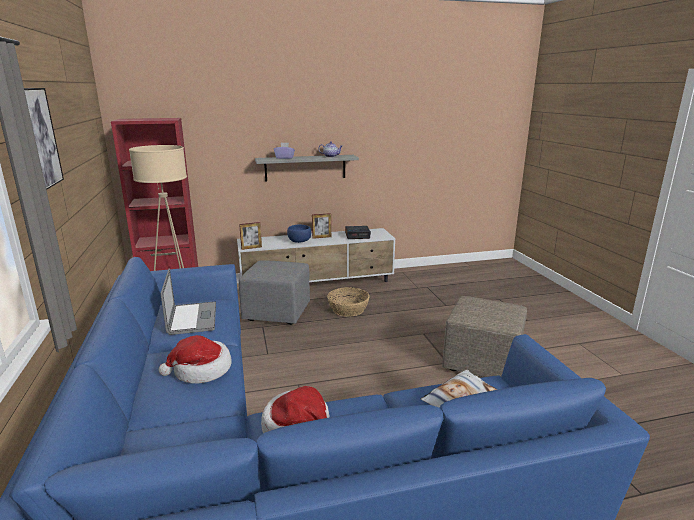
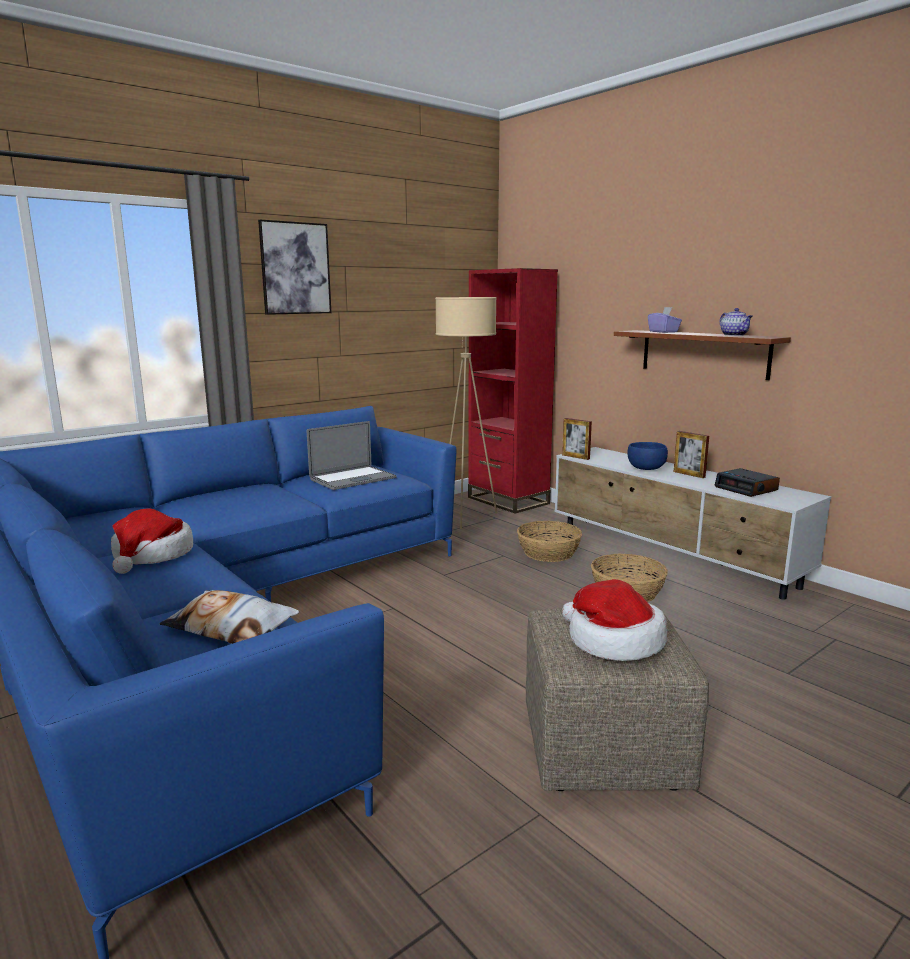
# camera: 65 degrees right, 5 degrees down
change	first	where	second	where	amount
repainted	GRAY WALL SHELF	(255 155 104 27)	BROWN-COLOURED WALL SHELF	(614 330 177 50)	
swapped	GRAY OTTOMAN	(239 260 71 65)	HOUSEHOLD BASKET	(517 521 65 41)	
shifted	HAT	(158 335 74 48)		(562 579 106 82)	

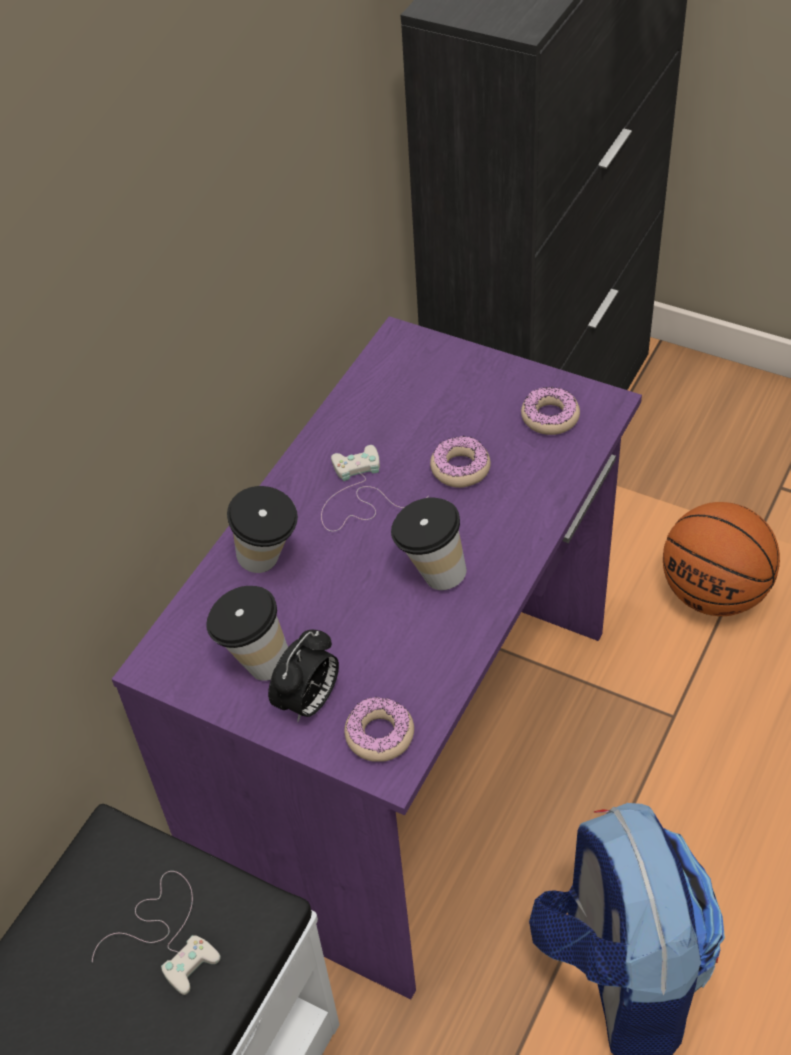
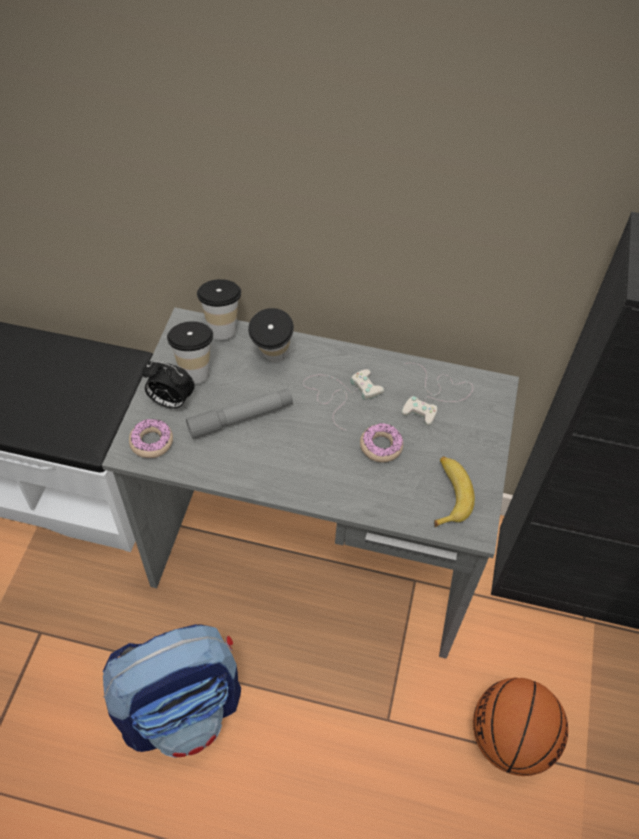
# camera: 70 degrees right, 5 degrees up
change	first	where	second	where	amount
repainted	PURPLE DESK UNIT	(112 316 530 684)	GRAY DESK UNIT	(102 307 417 352)	
swapped	DONUT	(521 387 59 48)	BANANA	(434 456 41 71)	
shifted	CUP	(391 498 76 92)		(197 279 44 61)	
shifted	WHITE-COLOURED GAMEPAD	(92 871 129 124)		(402 363 71 63)	
new			GRAY HAND TORCH	(186 389 107 50)	

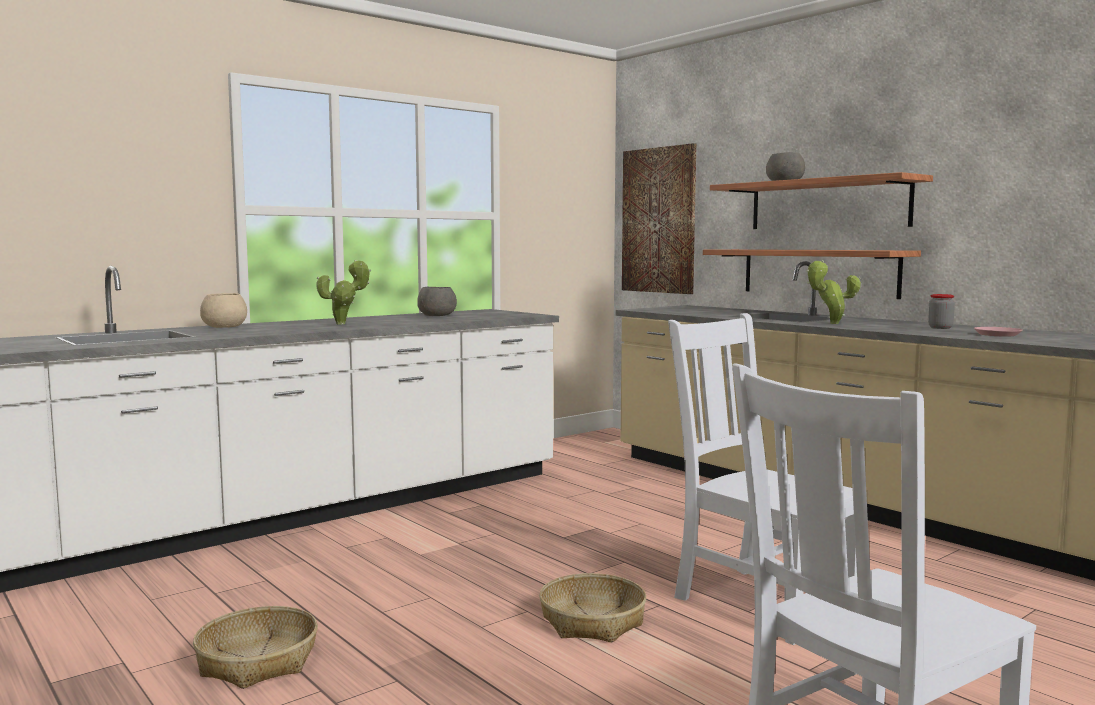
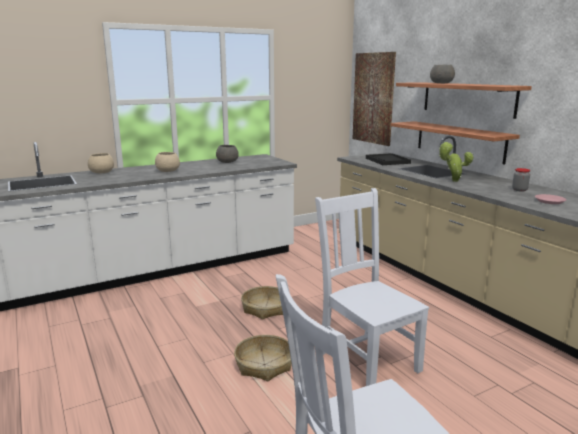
# camera: 10 degrees right, 10 degrees up
change	first	where	second	where	amount
swapped	HOUSEPLANT	(316 260 55 64)	BEIGE DEEP DISH	(155 152 25 20)	
shifted	HOUSEHOLD BASKET	(193 606 125 83)		(241 286 42 33)	
new			BLACK SERVING TRAY	(366 153 45 12)	

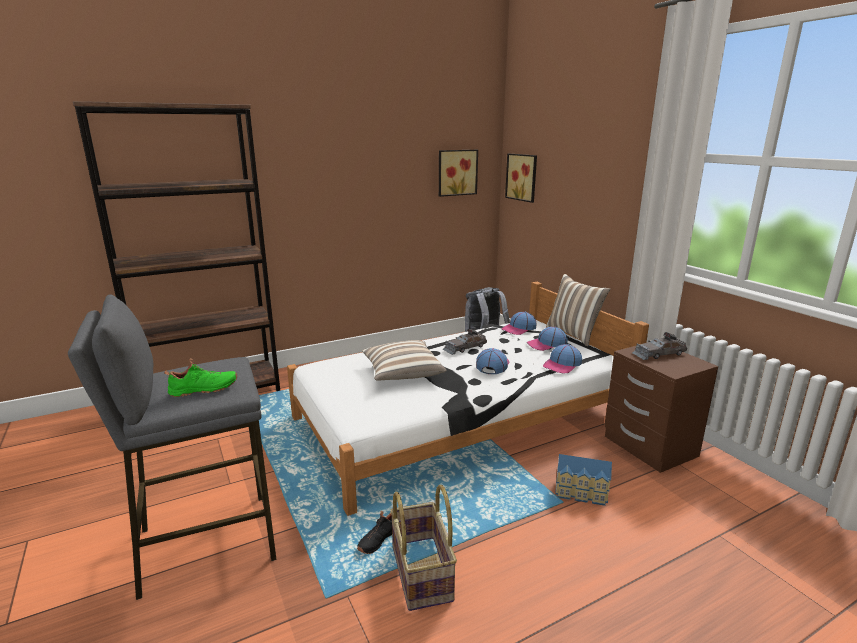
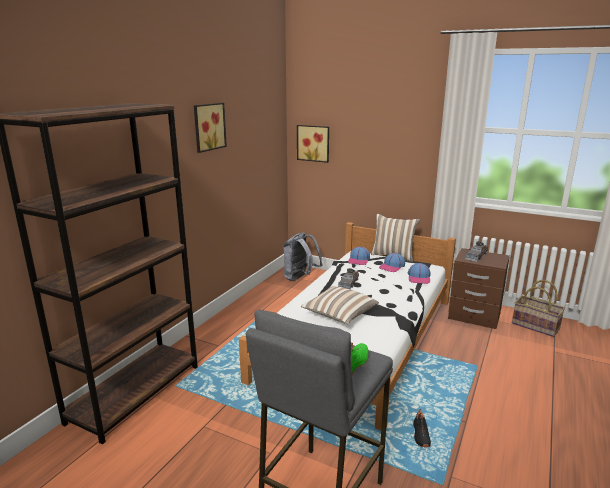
# camera: 35 degrees left, 0 degrees up
change	first	where	second	where	amount
shifted	PICTURE	(439 150 39 47)		(194 103 33 50)	
gone	BASEBALL CAP	(476 348 34 26)			
gone	MODEL HOUSE	(555 454 57 52)			
shifted	HOUSEHOLD BASKET	(390 485 67 126)		(512 280 53 57)	

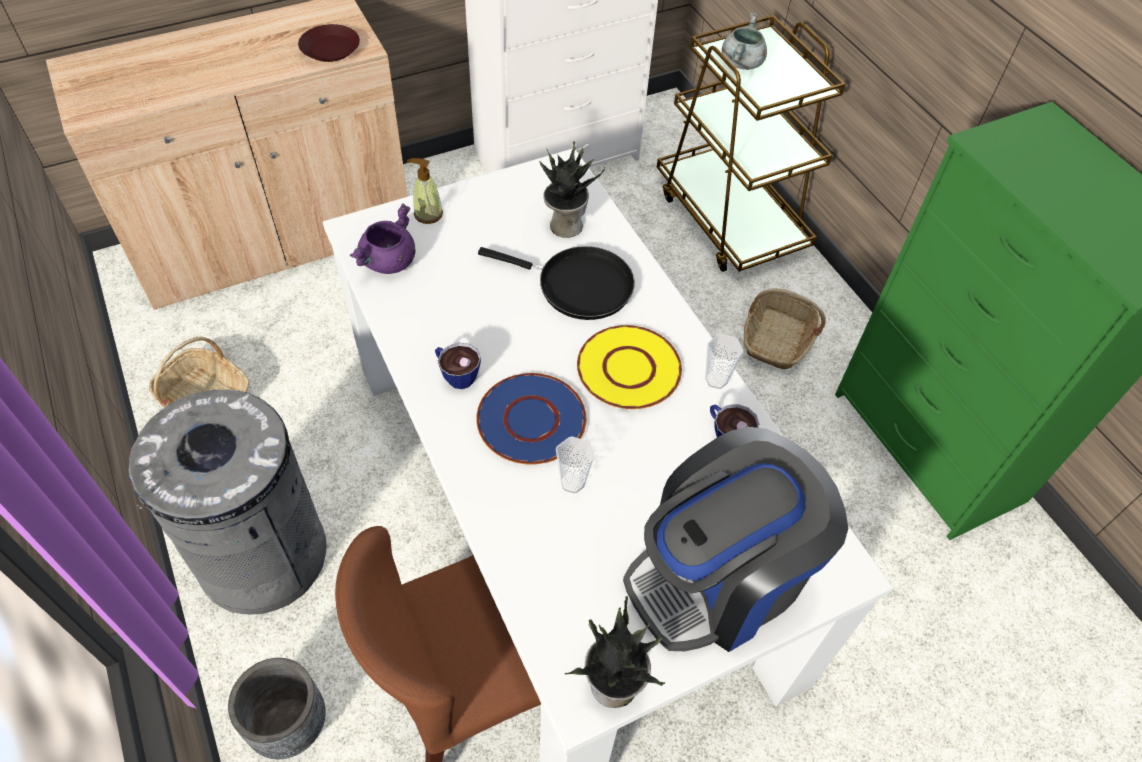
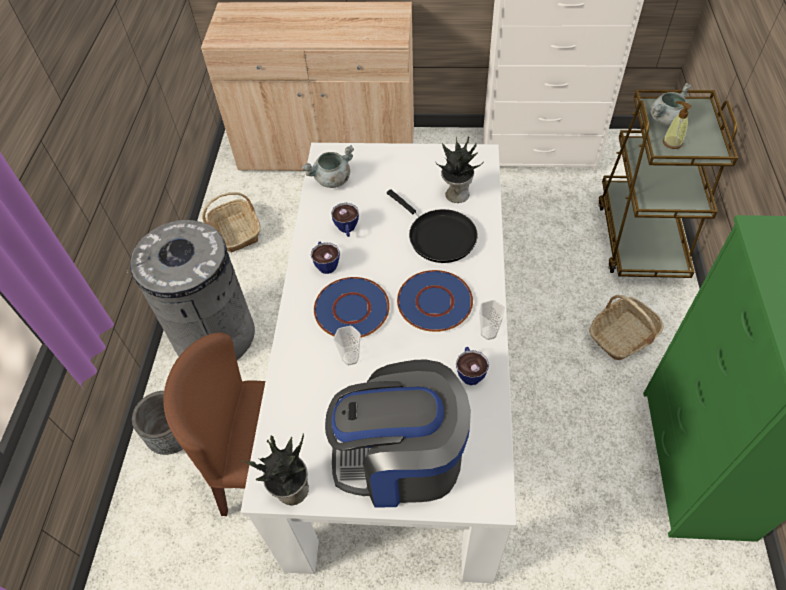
# camera: 35 degrees right, 0 degrees up
change	first	where	second	where	amount
gone	BROWN-COLOURED PLATE	(298 24 62 38)			
shifted	LIQUID SOAP BOTTLE	(406 158 37 66)		(663 101 29 48)	
repainted	PURPLE SAUCEPOT	(350 203 65 71)	GRAY SAUCEPOT	(301 145 53 43)	
repainted	YELLOW-COLOURED PLATE	(577 325 105 84)	BLUE PLATE	(397 270 76 62)	
new			CUP	(331 203 28 34)	

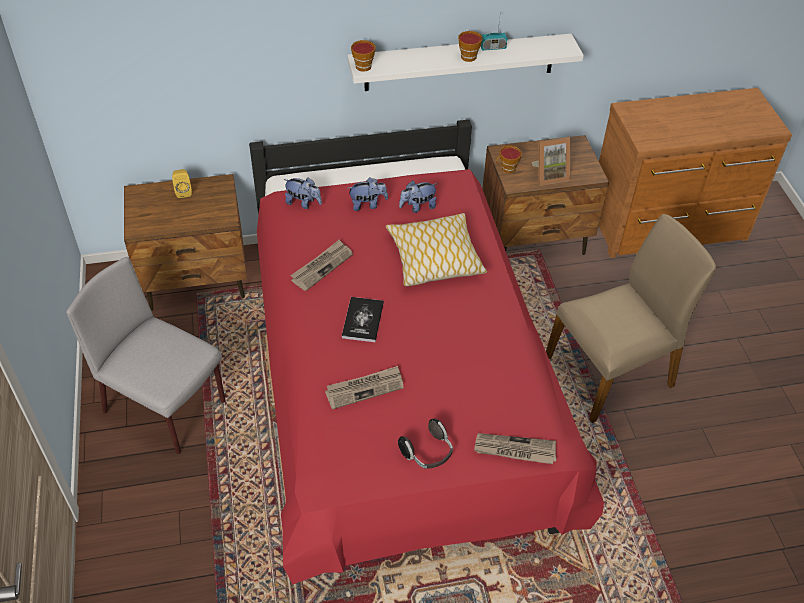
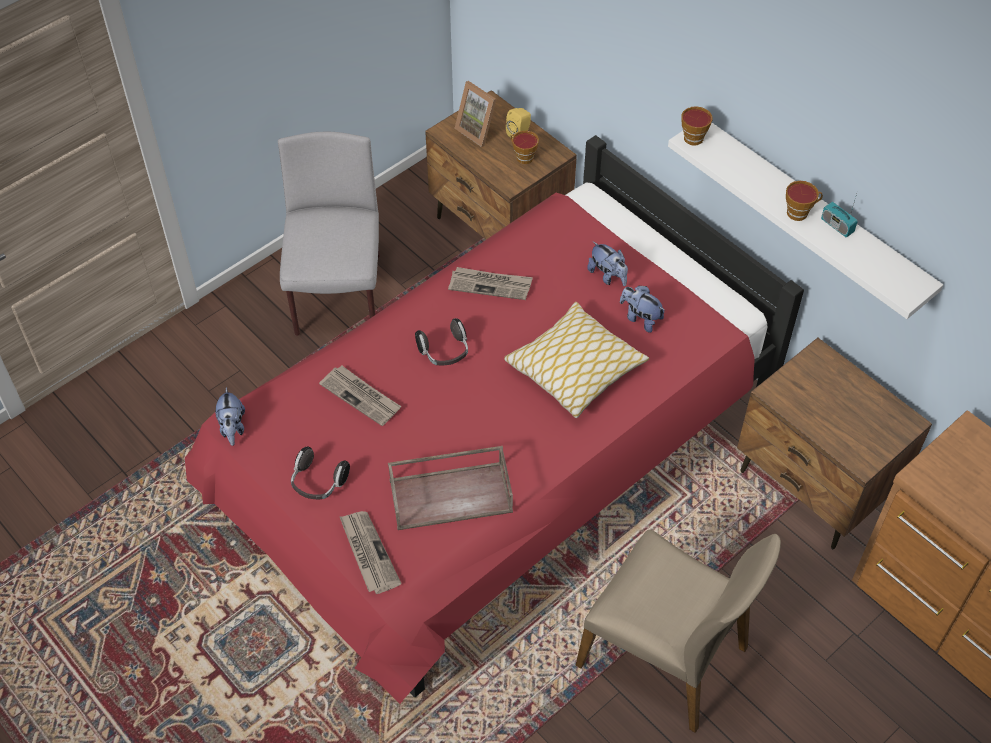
# camera: 60 degrees right, 5 degrees up
change	first	where	second	where	amount
shifted	PICTURE FRAME	(532 137 39 49)		(455 81 41 66)	
shifted	CUP	(496 146 26 27)		(511 131 28 33)	
shifted	SOFT TOY	(284 177 38 32)		(215 387 30 59)	
swapped	VOLUME	(342 297 42 45)	HEADSET	(415 318 53 47)	
new			BROWN-COLOURED SERVING TRAY	(388 446 125 84)	

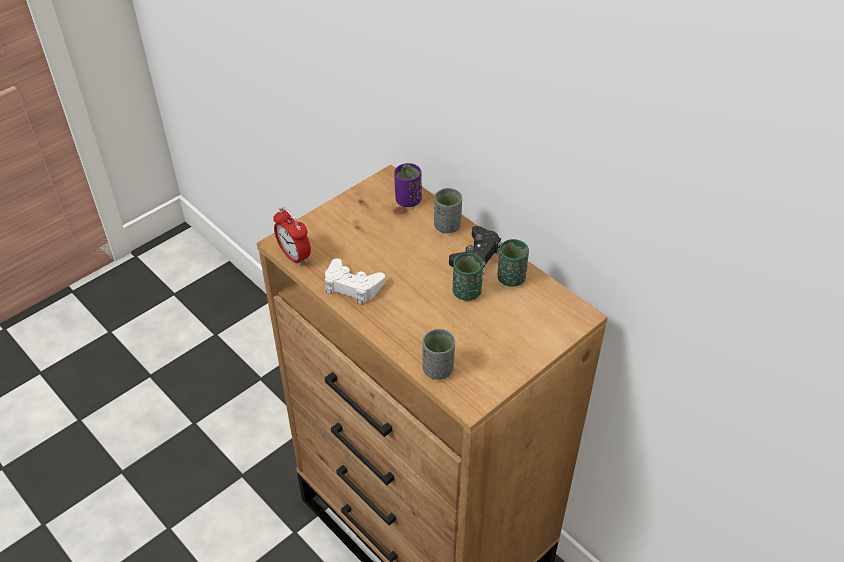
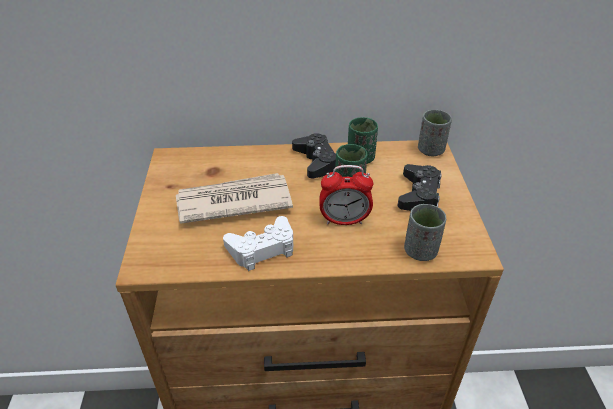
# camera: 50 degrees left, 5 degrees down
change	first	where	second	where	amount
gone	PURPLE CUP	(394 163 28 44)			
shifted	GRAY CUP	(434 188 28 45)		(418 110 34 46)	
shifted	BEDSIDE CLOCK	(273 207 38 59)		(320 165 53 60)	
new			BLACK GAMEPAD	(398 164 44 47)	
new			NEWSPAPER	(176 173 117 51)	

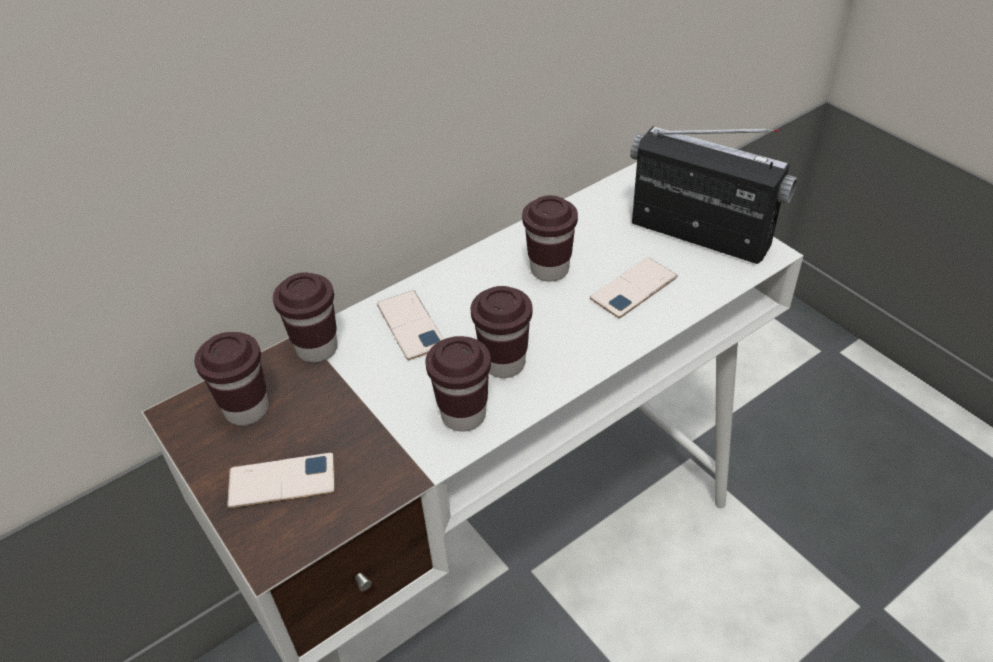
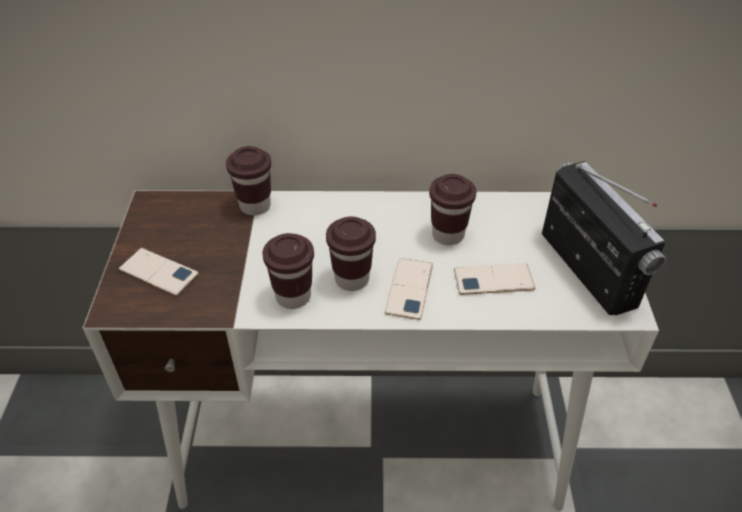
# camera: 35 degrees right, 0 degrees up
change	first	where	second	where	amount
shifted	PHONE	(377 290 66 70)		(385 258 48 62)	
gone	BROWN-COLOURED CUP	(194 332 75 94)			

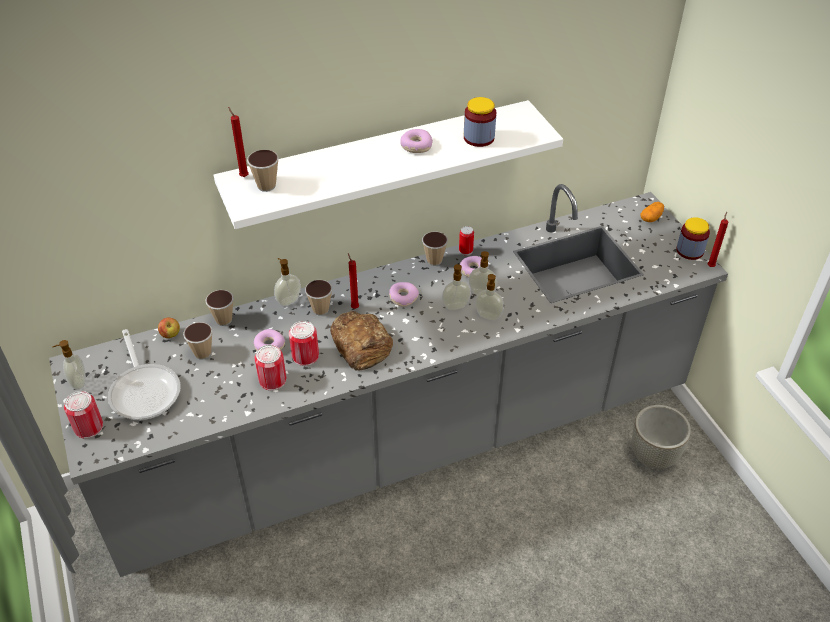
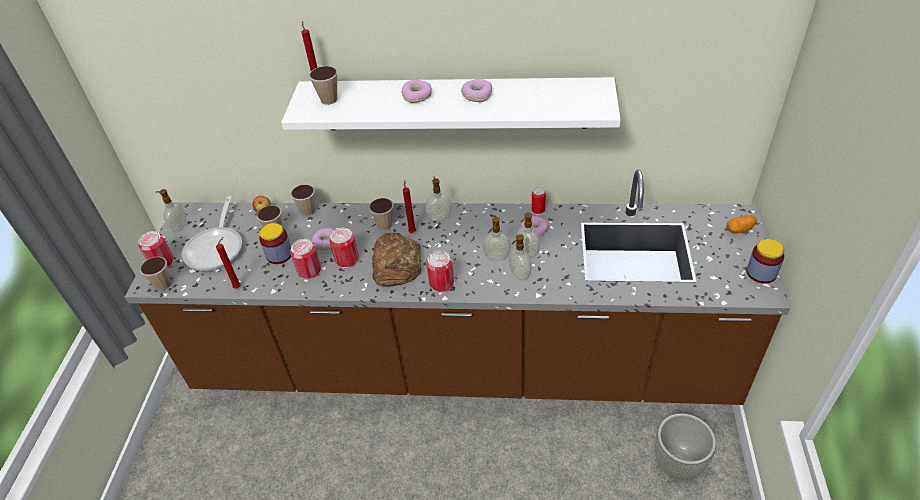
# camera: 30 degrees right, 0 degrees up
change	first	where	second	where	amount
shifted	STORAGE JAR	(464 97 32 50)		(259 223 32 41)	
repainted	GRAY COUNTER	(49 184 679 393)	BROWN-COLOURED COUNTER	(125 170 665 235)	
shifted	REDDISH CANDLE	(707 212 21 55)		(216 237 25 52)	
shifted	CUP	(422 232 26 34)		(140 257 31 33)	
shifted	LIQUID SOAP BOTTLE	(274 258 27 48)		(426 177 26 44)	
shifted	DONUT	(389 282 30 25)		(401 80 31 23)	
new			METAL CAN	(426 251 28 42)	

